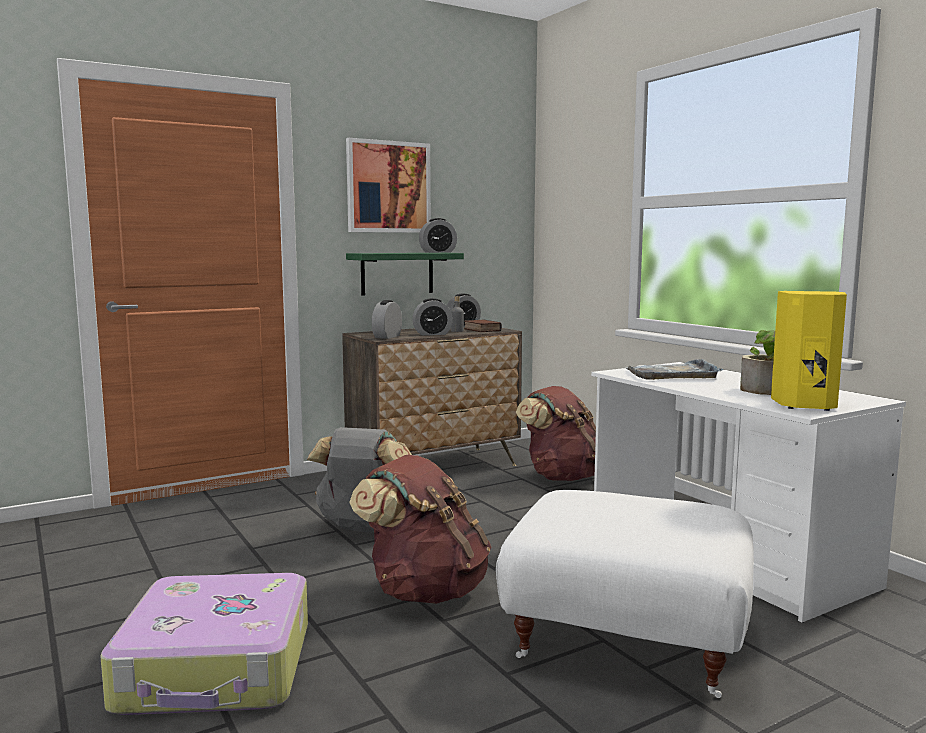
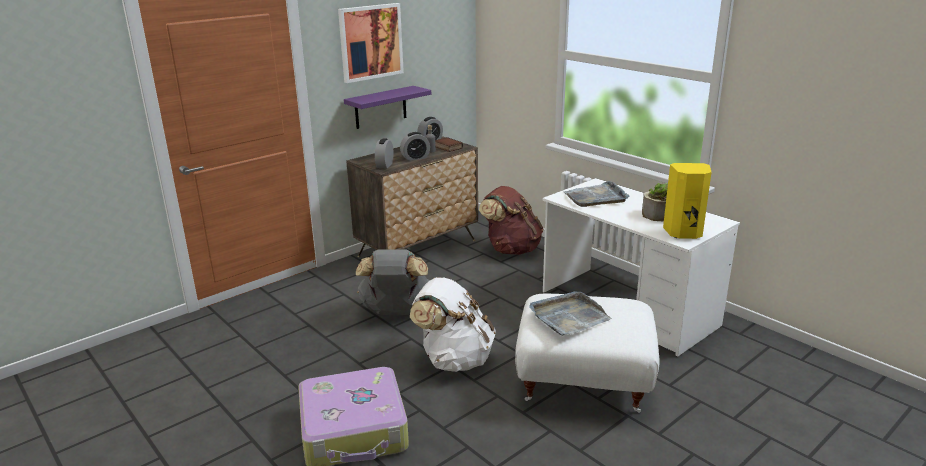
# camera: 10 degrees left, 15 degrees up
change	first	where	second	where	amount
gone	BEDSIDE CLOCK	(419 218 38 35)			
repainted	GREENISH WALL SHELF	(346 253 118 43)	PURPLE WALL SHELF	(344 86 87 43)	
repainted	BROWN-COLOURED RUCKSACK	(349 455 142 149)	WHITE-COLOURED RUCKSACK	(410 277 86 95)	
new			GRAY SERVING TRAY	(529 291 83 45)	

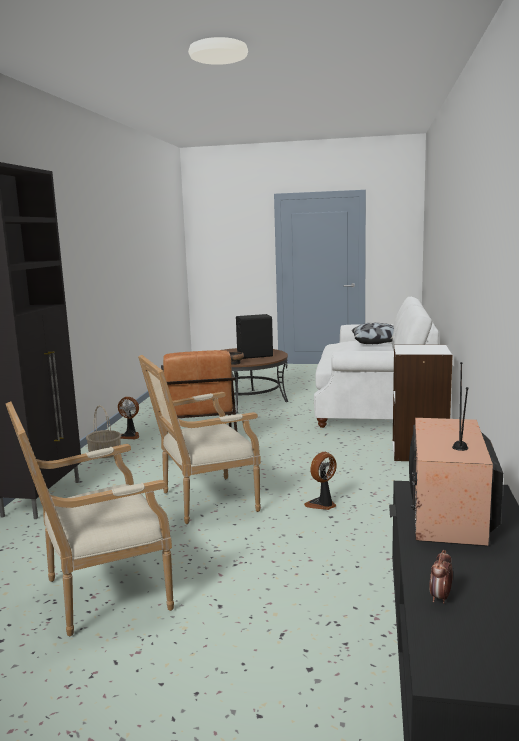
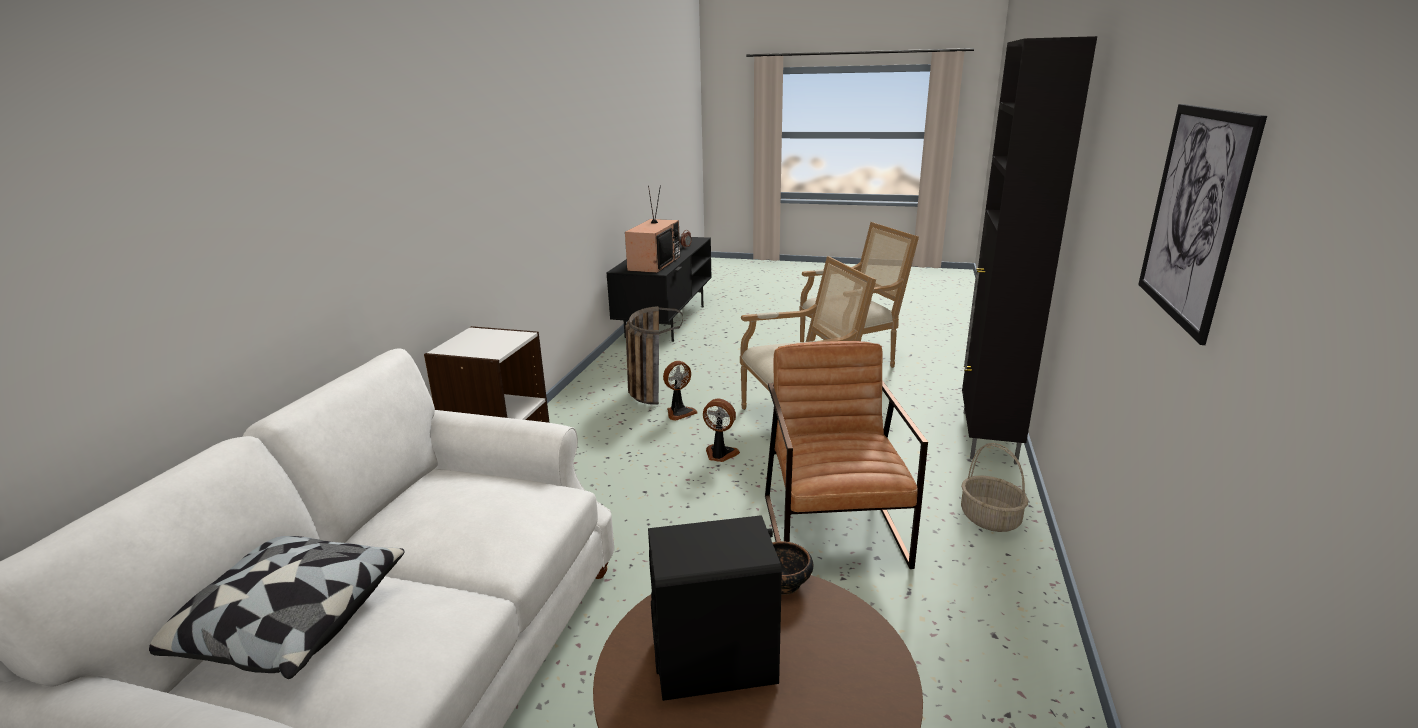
# camera: 175 degrees left, 10 degrees up
change	first	where	second	where	amount
shifted	COOLING FAN	(118 397 21 42)		(703 399 37 63)	
new			PICTURE	(1138 104 129 241)	
new			HOUSEHOLD BASKET	(625 306 58 99)	

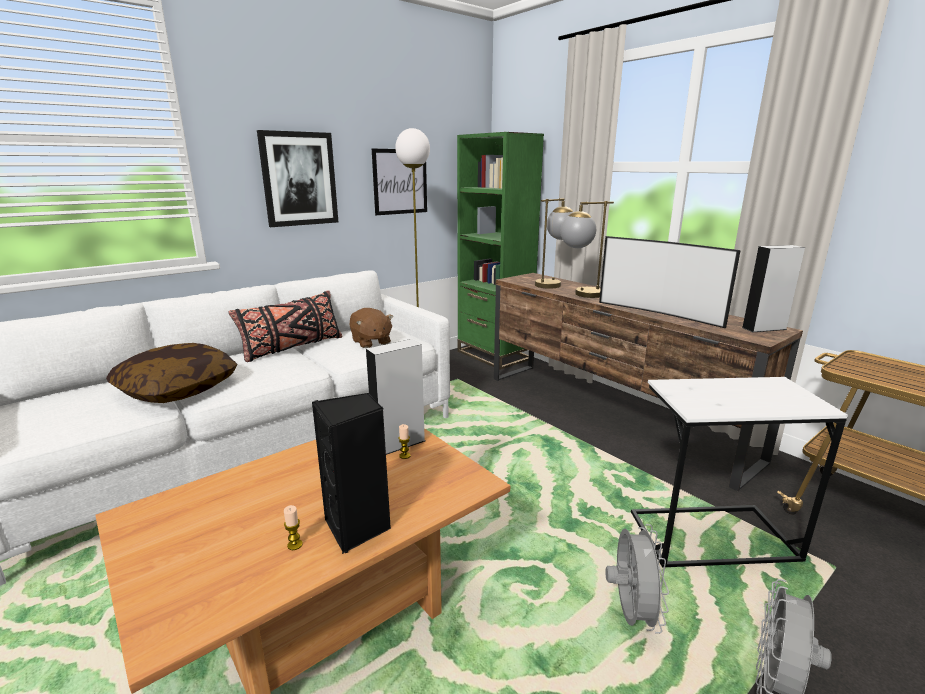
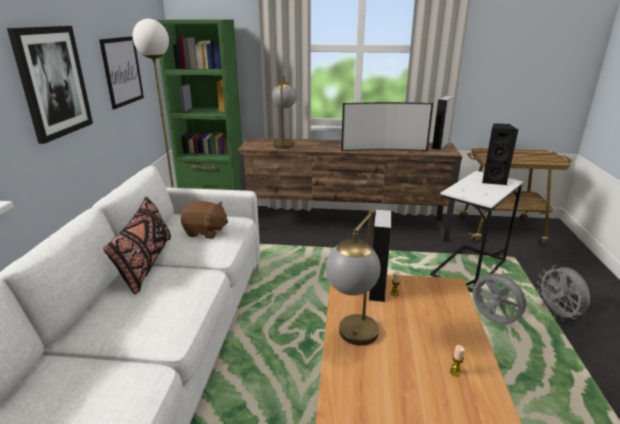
# camera: 45 degrees left, 5 degrees up
change	first	where	second	where	amount
shifted	TABLETOP LAMP	(560 201 54 97)		(326 208 55 138)	
gone	CUSHION	(106 343 132 60)			
shifted	BLACK AUDIO SPEAKER	(312 393 79 161)		(482 123 36 62)	

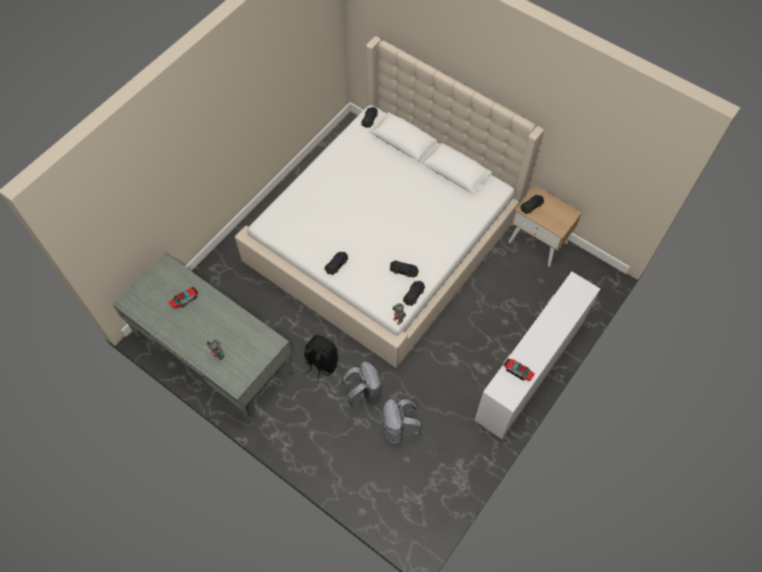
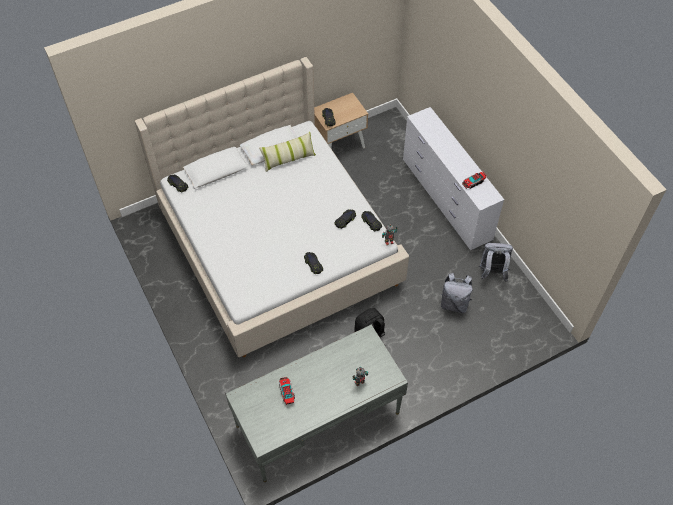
# camera: 65 degrees left, 5 degrees down
change	first	where	second	where	amount
shifted	GRAY RUCKSACK	(342 362 40 46)		(479 243 34 39)	
new			CUSHION	(259 132 57 40)	

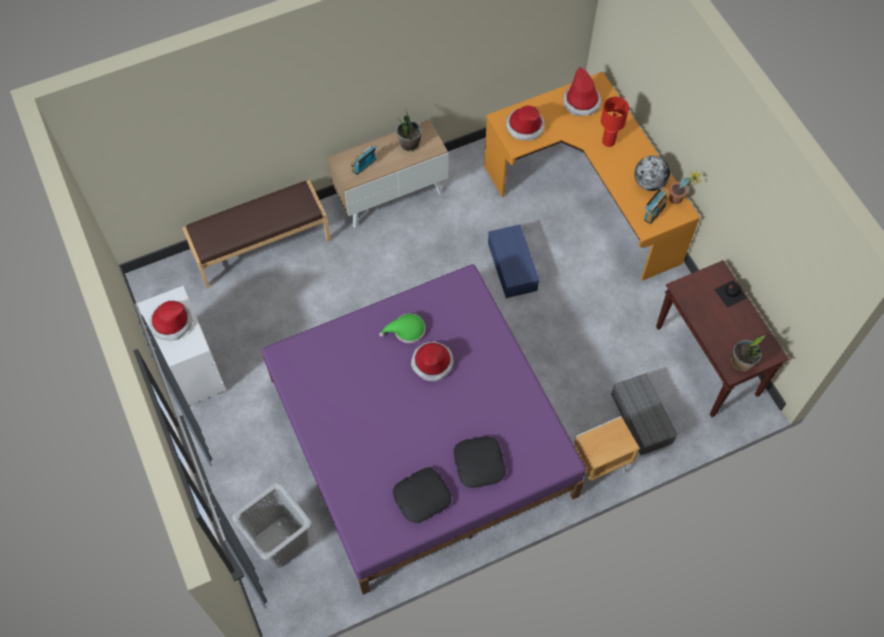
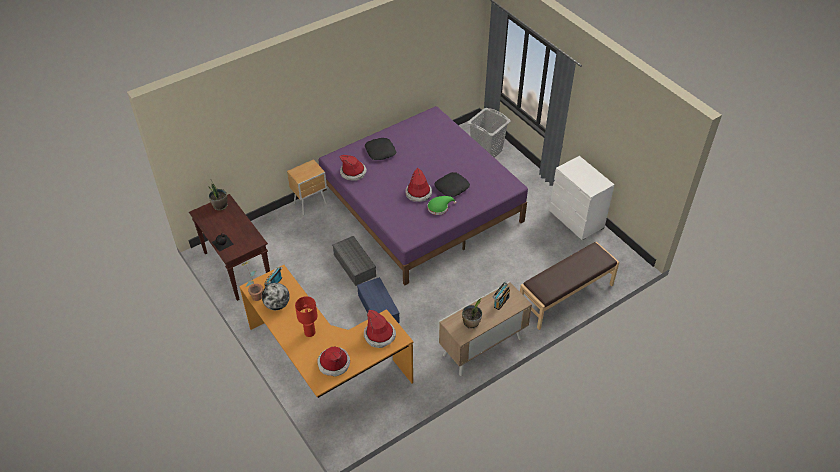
# camera: 170 degrees right, 15 degrees down
change	first	where	second	where	amount
shifted	HAT	(149 301 43 40)		(340 155 27 25)	
shifted	GRAY STORAGE BIN	(611 373 67 82)		(332 236 44 50)	
shifted	BLACK CUSHION	(393 468 59 55)		(434 172 36 25)	

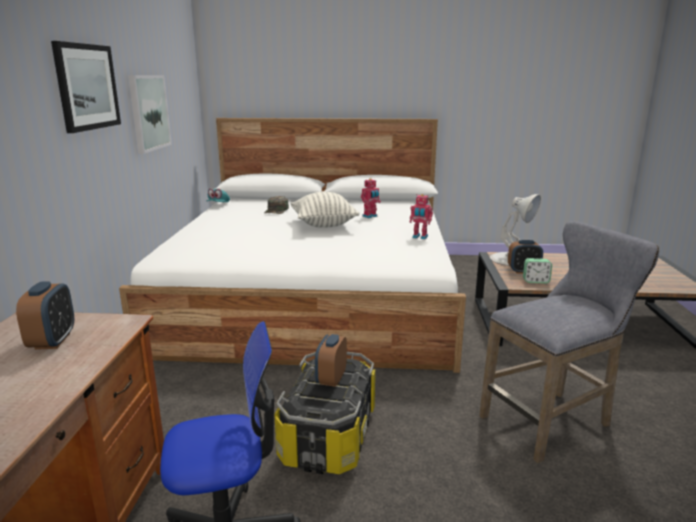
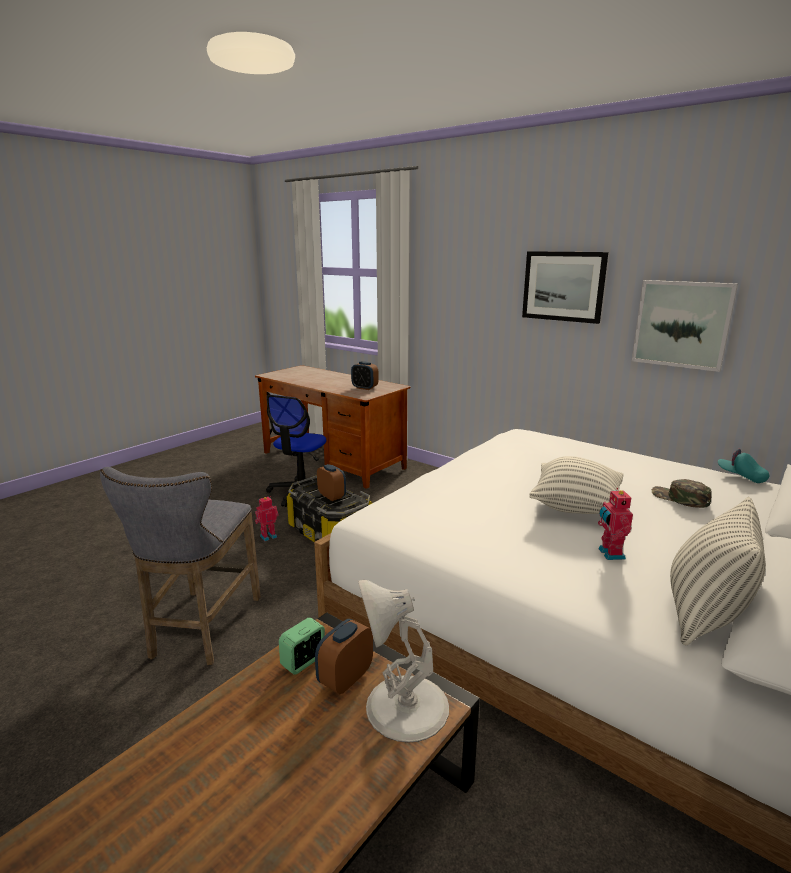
# camera: 125 degrees right, 0 degrees up
change	first	where	second	where	amount
shifted	MODEL ROBOT	(410 194 23 45)		(255 496 23 45)	
new			CUSHION	(670 497 96 148)	

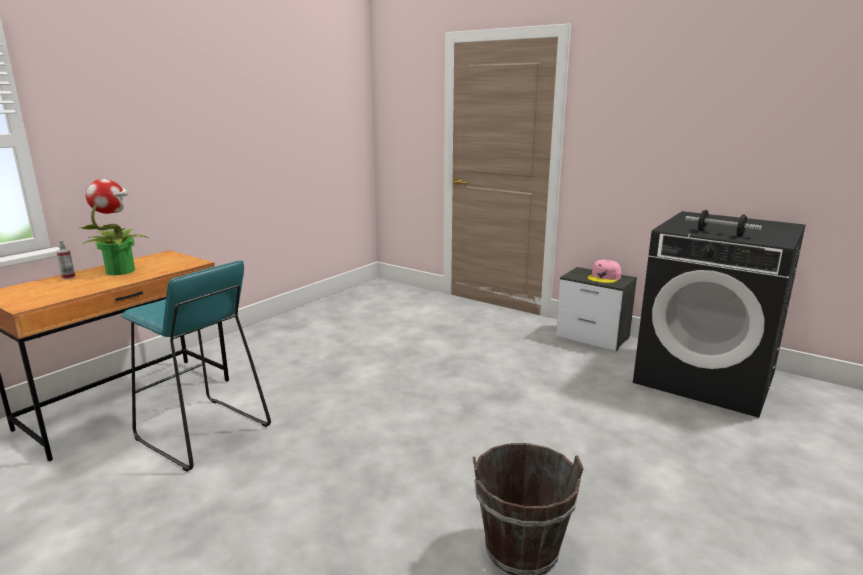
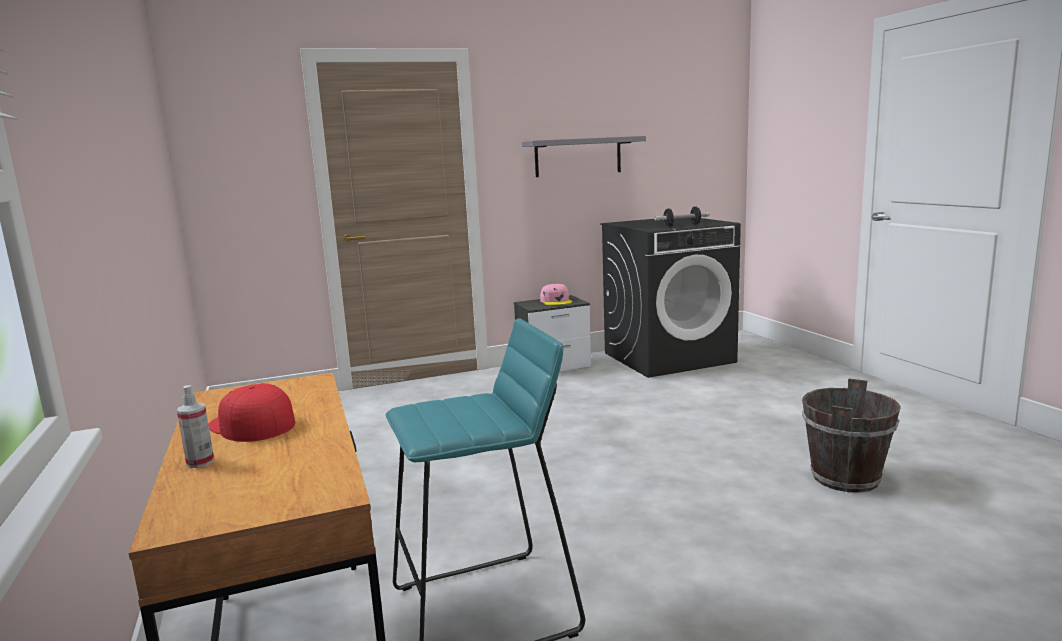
# camera: 55 degrees left, 5 degrees down
change	first	where	second	where	amount
swapped	HOUSEPLANT	(79 179 70 96)	REDDISH BASEBALL CAP	(208 383 87 59)	
new			GRAY WALL SHELF	(522 136 124 41)	

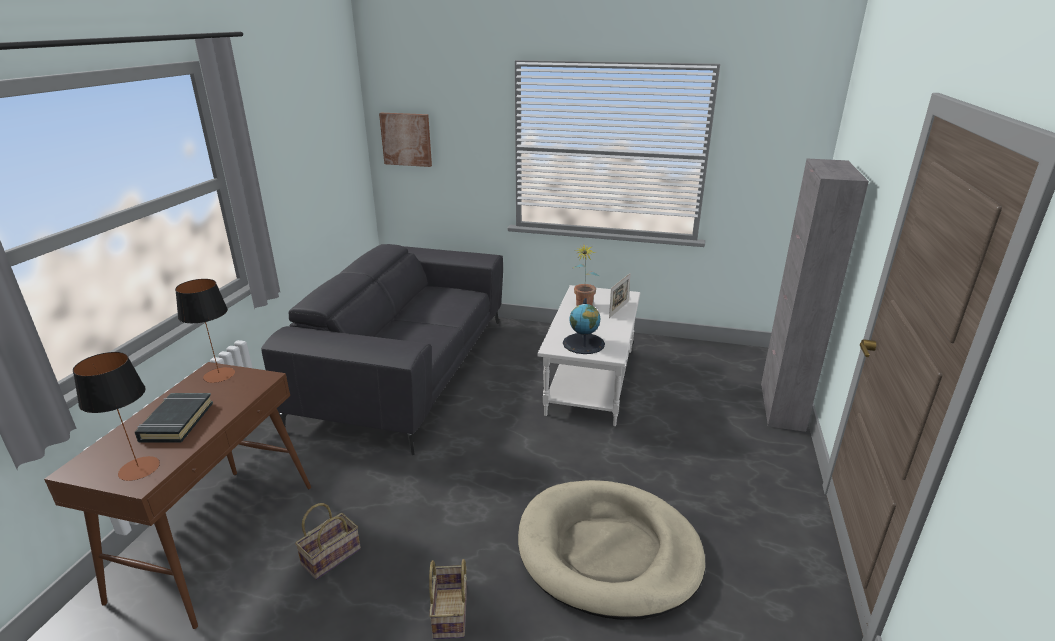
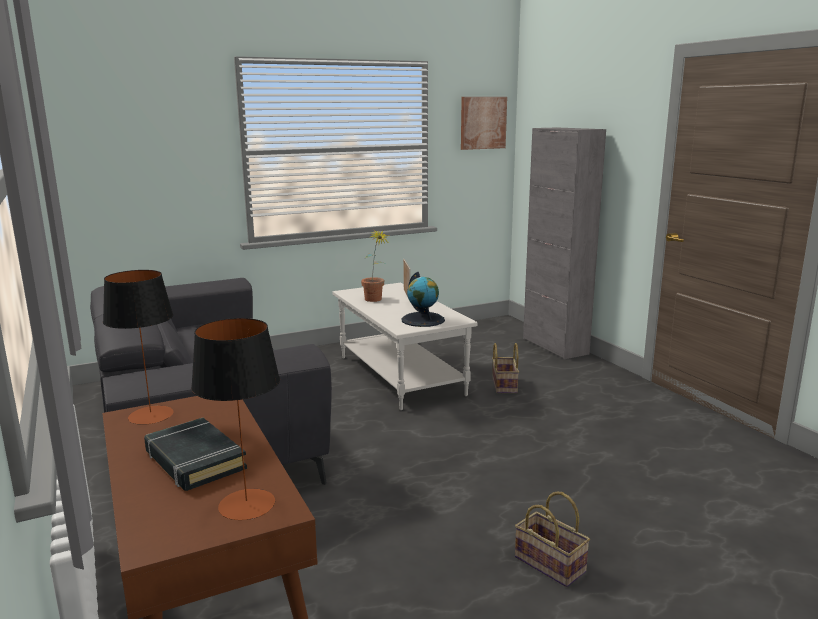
# camera: 40 degrees left, 10 degrees down
change	first	where	second	where	amount
shifted	PICTURE	(379 113 53 54)		(461 97 46 53)	
gone	BEIGE DOG CUSHION	(518 480 188 140)			
shifted	HOUSEHOLD BASKET	(295 503 66 77)		(492 343 27 50)	

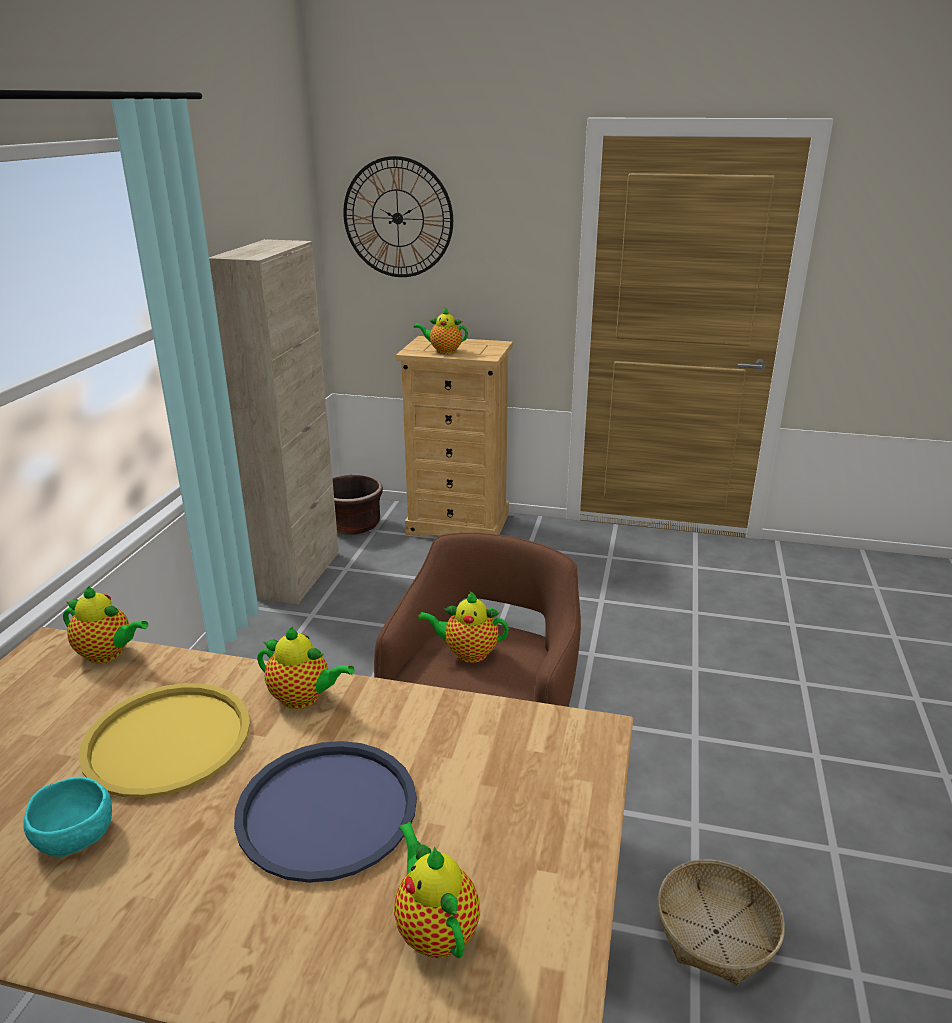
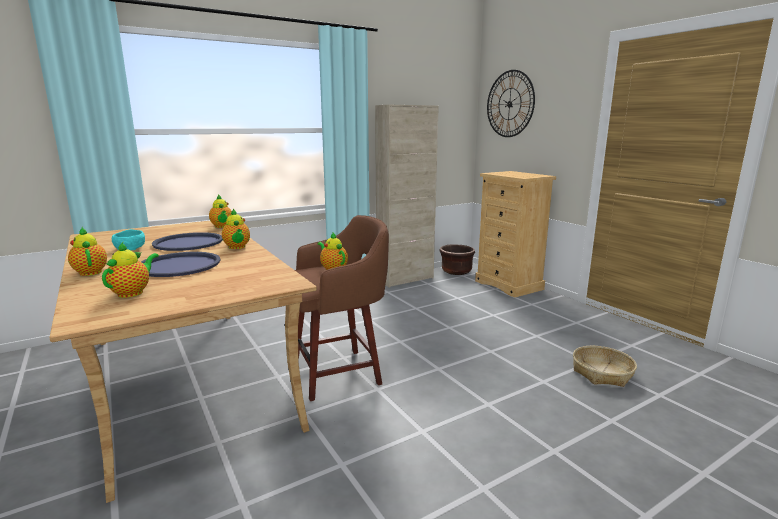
# camera: 45 degrees right, 10 degrees down
change	first	where	second	where	amount
shifted	TEAPOT	(414 307 54 47)		(68 227 39 49)	
repainted	YELLOW-COLOURED SERVING TRAY	(78 683 172 115)	BLUE SERVING TRAY	(152 232 71 19)	
shifted	HOUSEHOLD BASKET	(658 859 127 126)		(573 346 64 41)	

